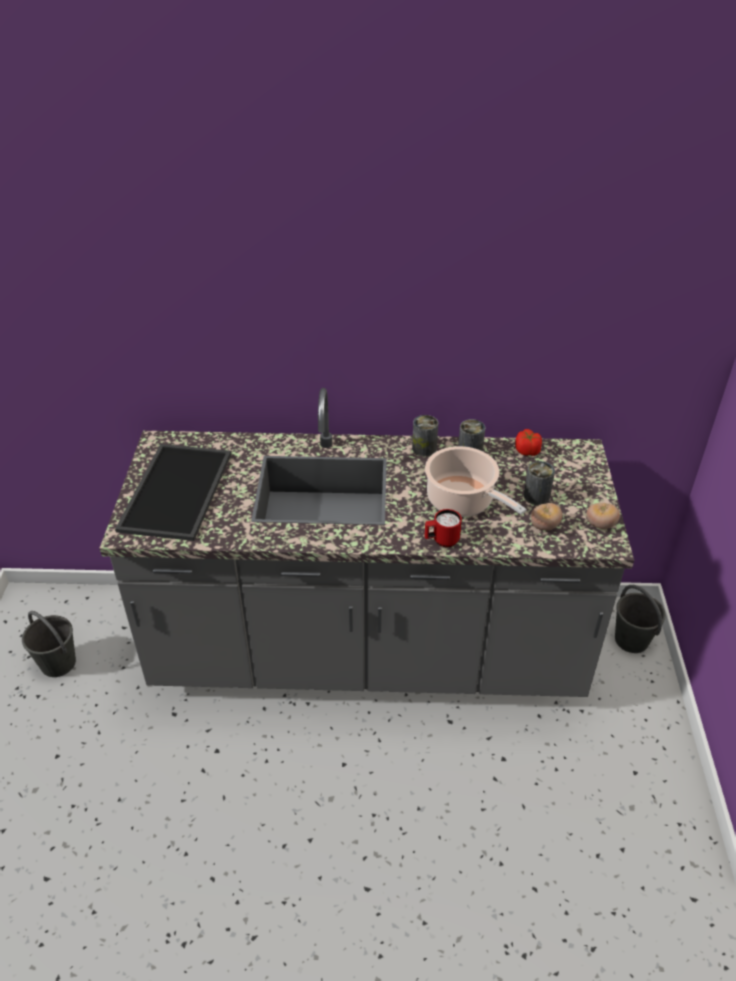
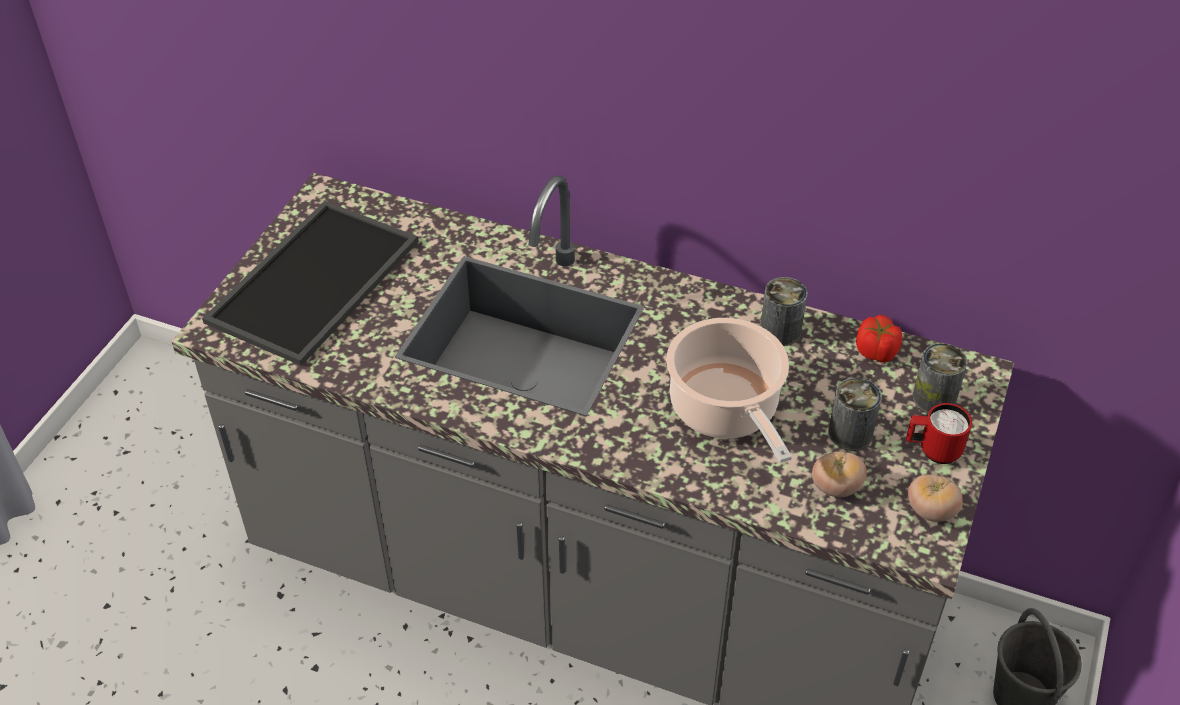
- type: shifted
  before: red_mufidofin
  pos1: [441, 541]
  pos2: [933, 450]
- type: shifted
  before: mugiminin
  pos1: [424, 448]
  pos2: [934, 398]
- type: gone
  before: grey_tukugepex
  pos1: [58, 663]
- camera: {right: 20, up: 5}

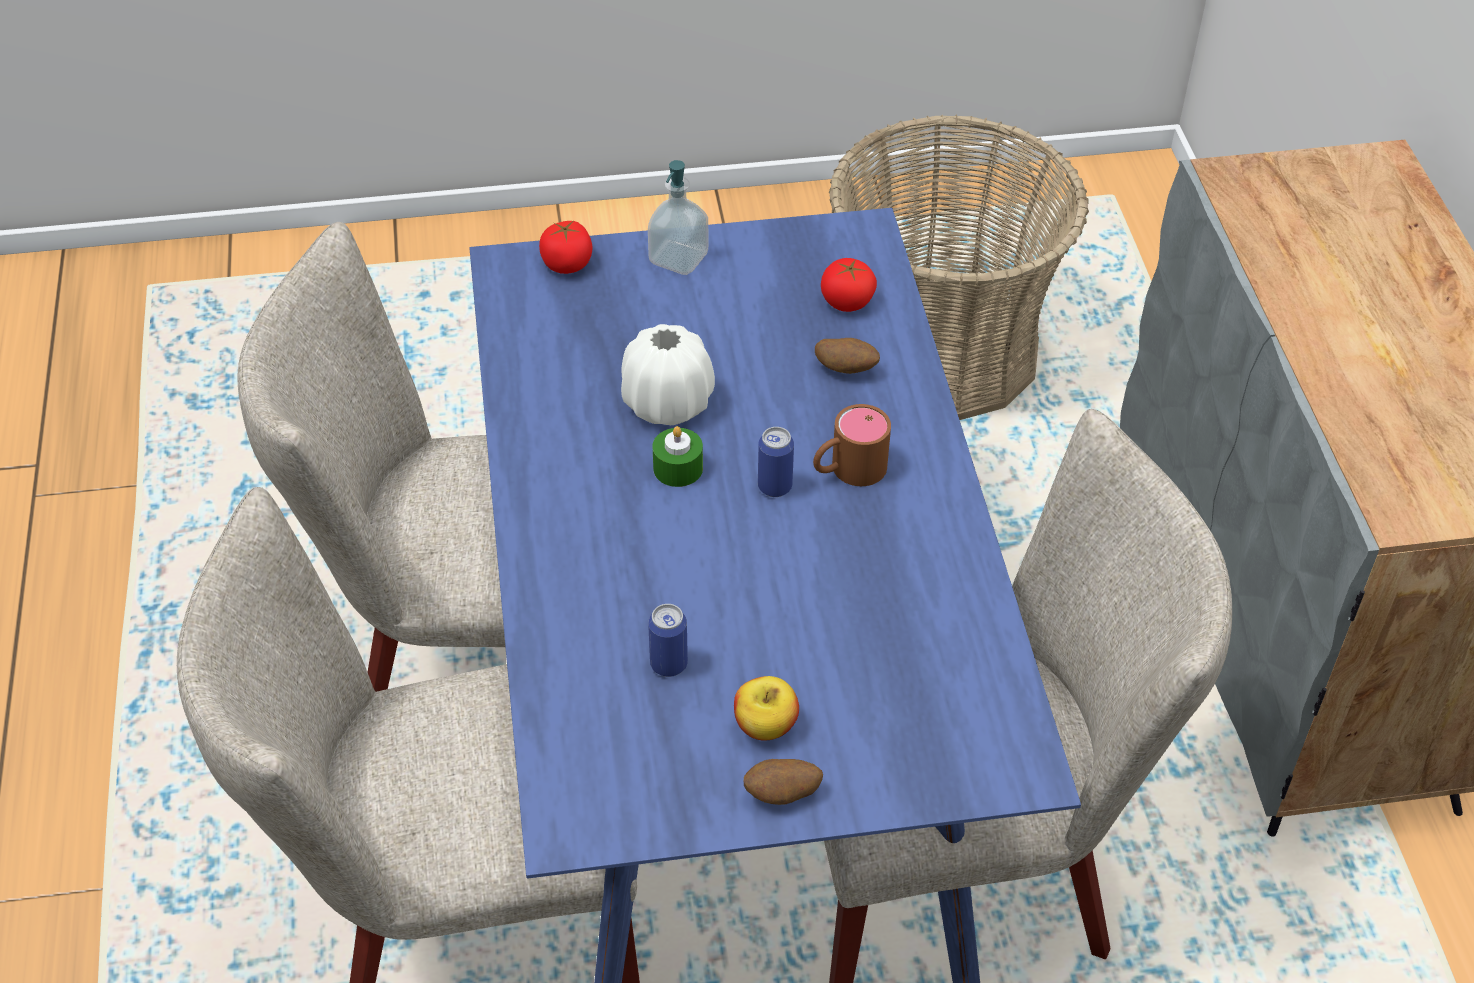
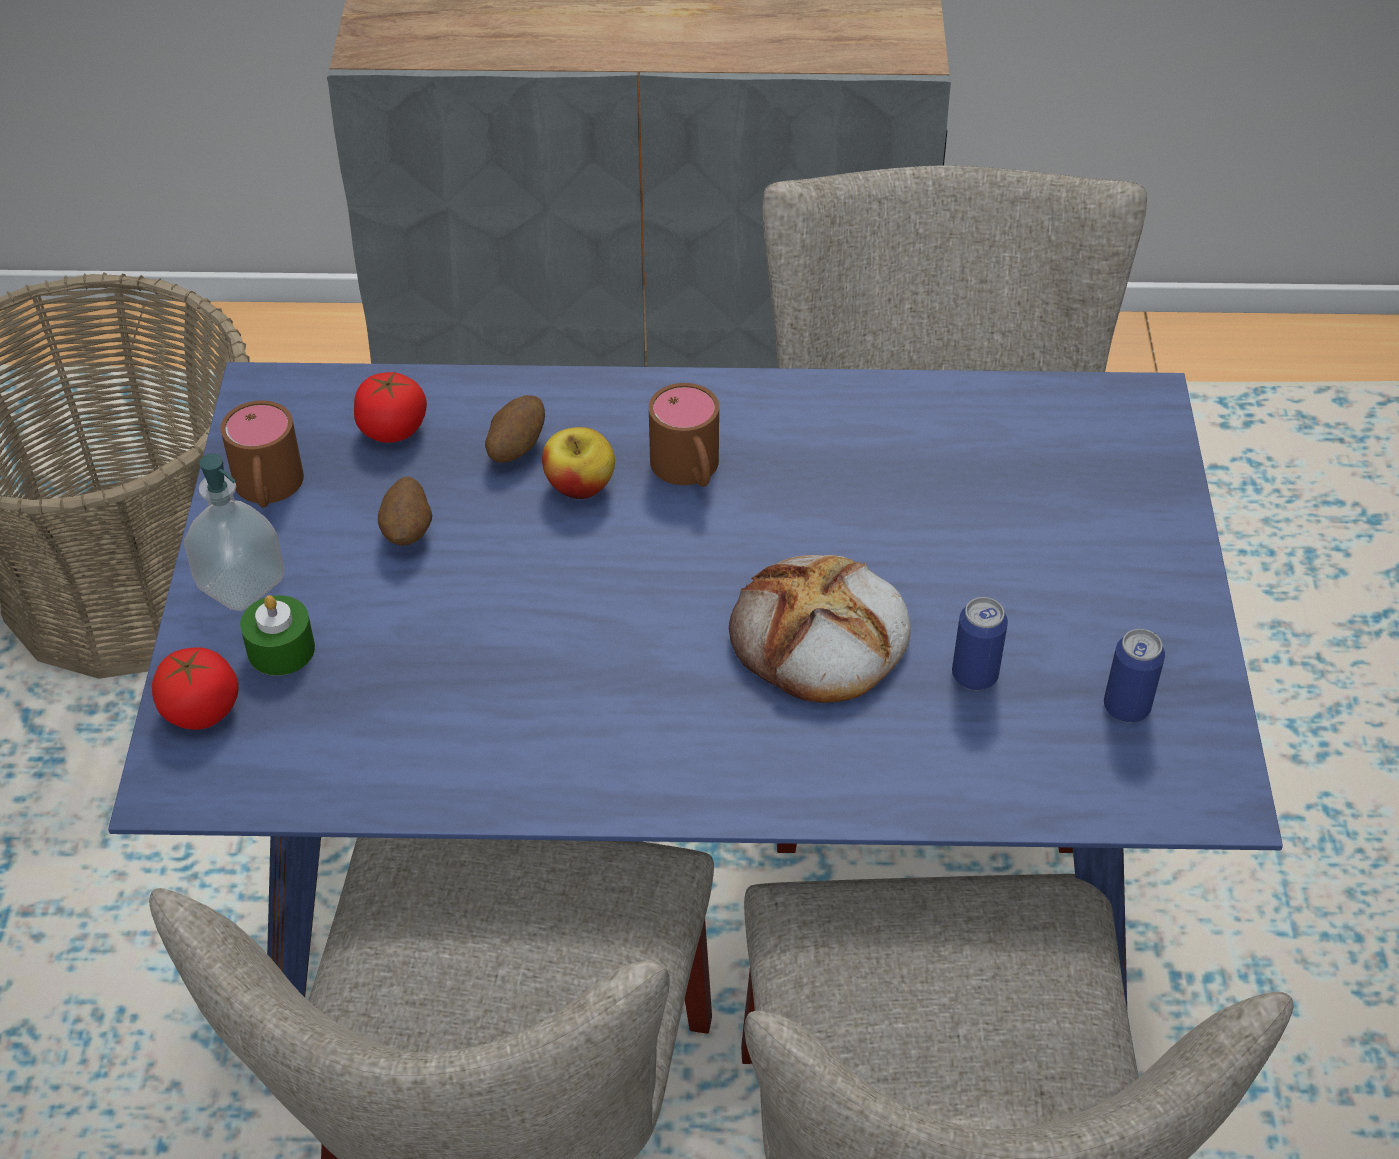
- type: new
  after: brown_mufidofin
  pos2: [268, 491]
- type: shifted
  before: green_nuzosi
  pos1: [678, 468]
  pos2: [281, 649]
- type: shifted
  before: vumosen
  pos1: [782, 795]
  pos2: [408, 532]
- type: shifted
  before: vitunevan
  pos1: [765, 725]
  pos2: [580, 485]
- type: new
  after: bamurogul
  pos2: [820, 638]
- type: shifted
  before: mugiminin
  pos1: [774, 486]
  pos2: [1126, 707]
- type: gone
  before: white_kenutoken
  pos1: [668, 403]
- camera: {right: -80, up: 0}

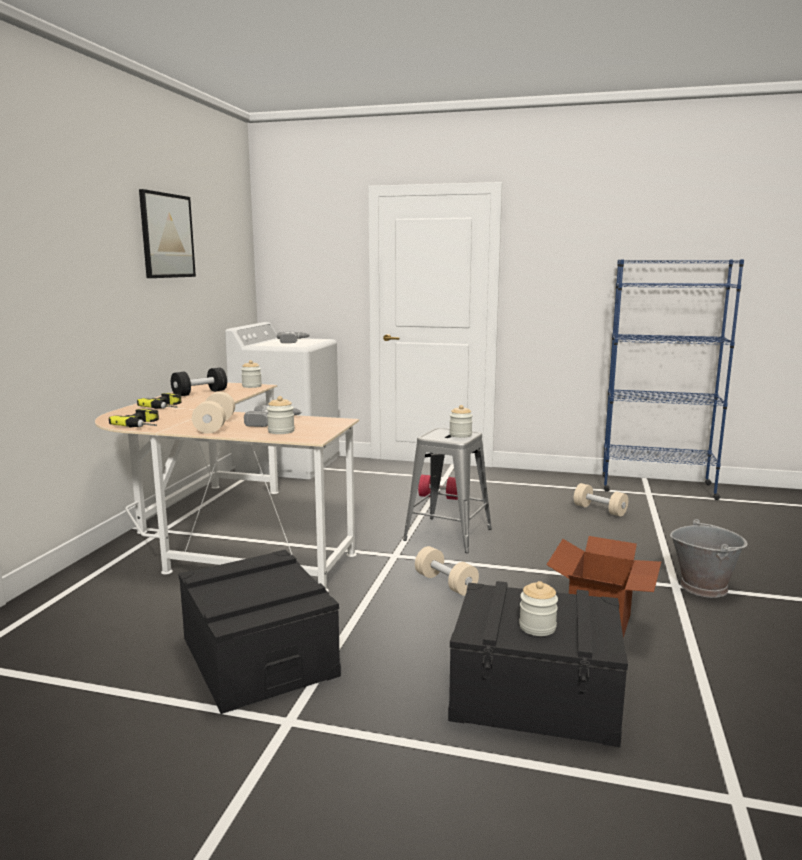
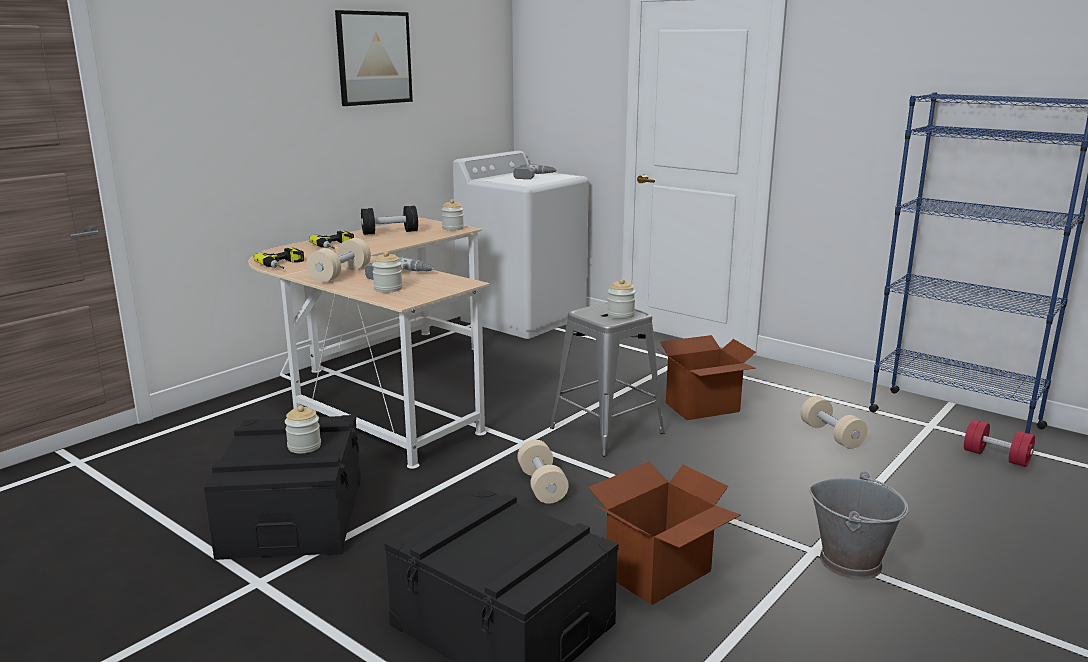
- type: shifted
  before: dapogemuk
  pos1: [537, 627]
  pos2: [304, 446]
- type: new
  after: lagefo
  pos2: [703, 408]
- type: shifted
  before: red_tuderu
  pos1: [439, 497]
  pos2: [996, 457]
- camera: {right: 25, up: 5}

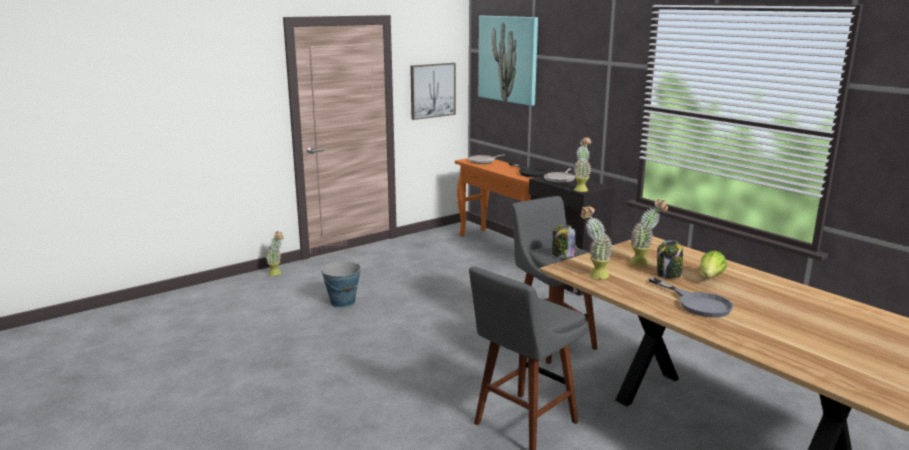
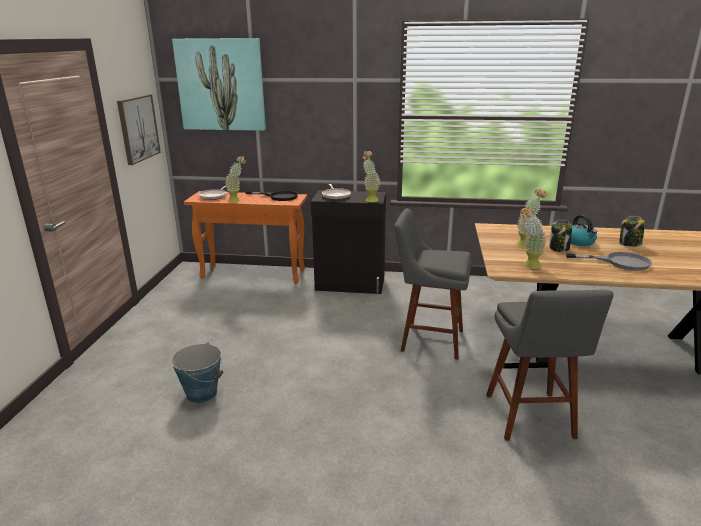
- type: shifted
  before: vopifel
  pos1: [277, 273]
  pos2: [237, 200]
- type: swapped
  before: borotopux
  after: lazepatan
  pos1: [710, 278]
  pos2: [580, 242]
- type: shifted
  before: dapogemuk
  pos1: [562, 255]
  pos2: [629, 244]
- camera: {right: -45, up: 5}

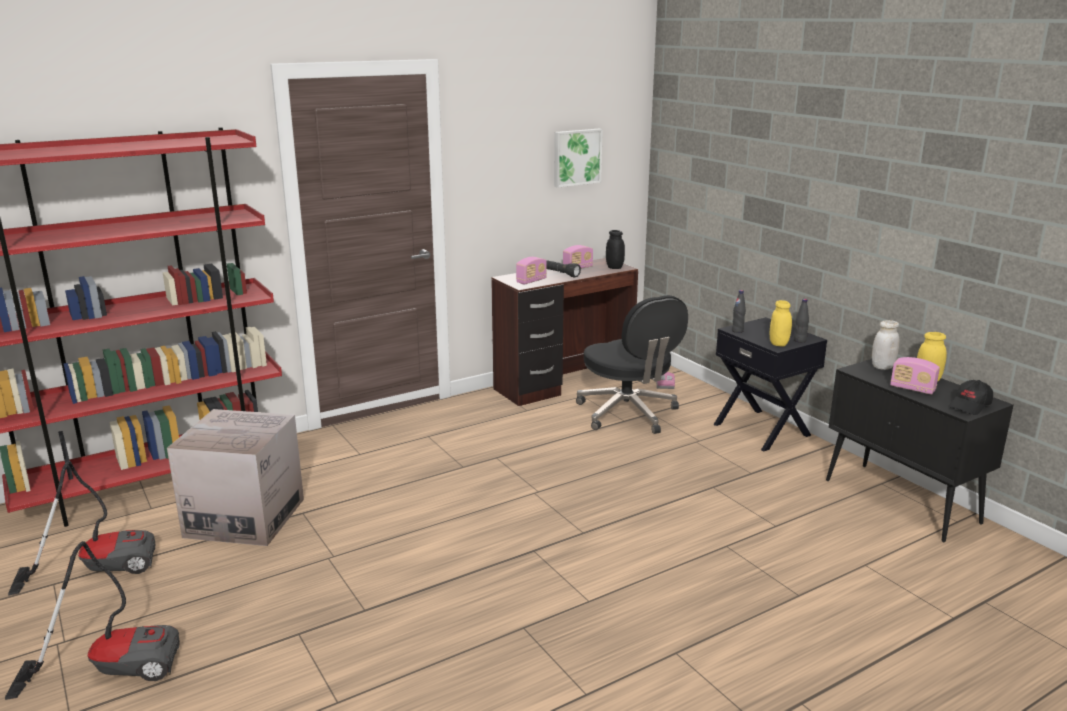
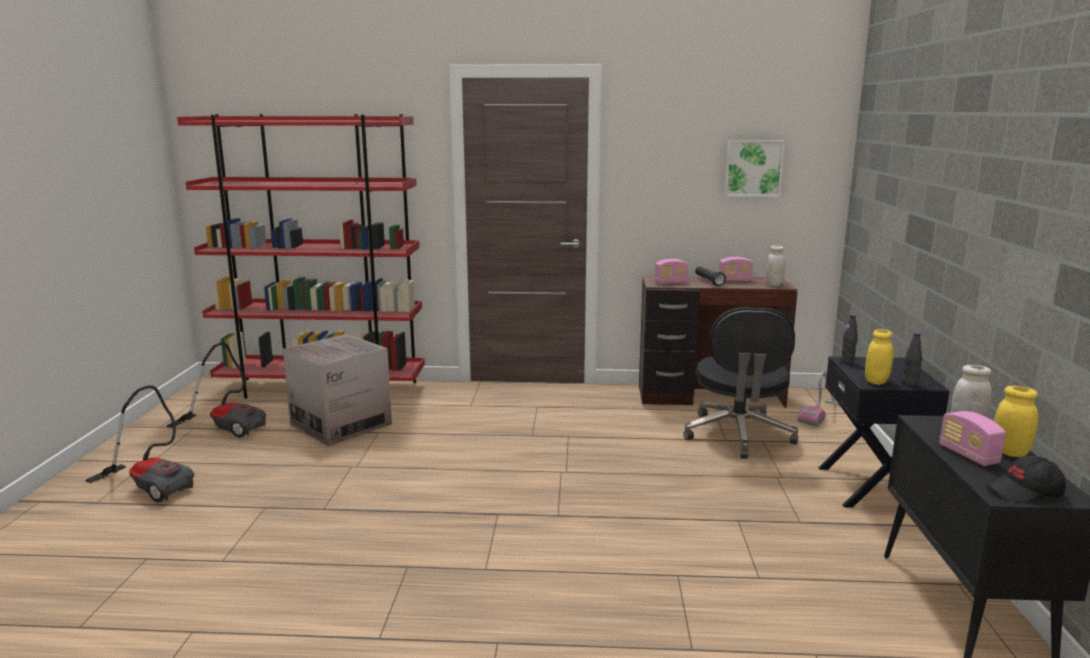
- type: repainted
  before: black_dapogemuk
  after: white_dapogemuk
  pos1: [614, 267]
  pos2: [774, 284]
- camera: {right: 35, up: -5}

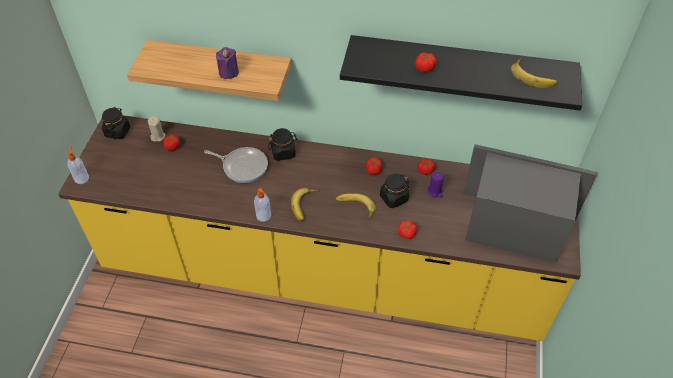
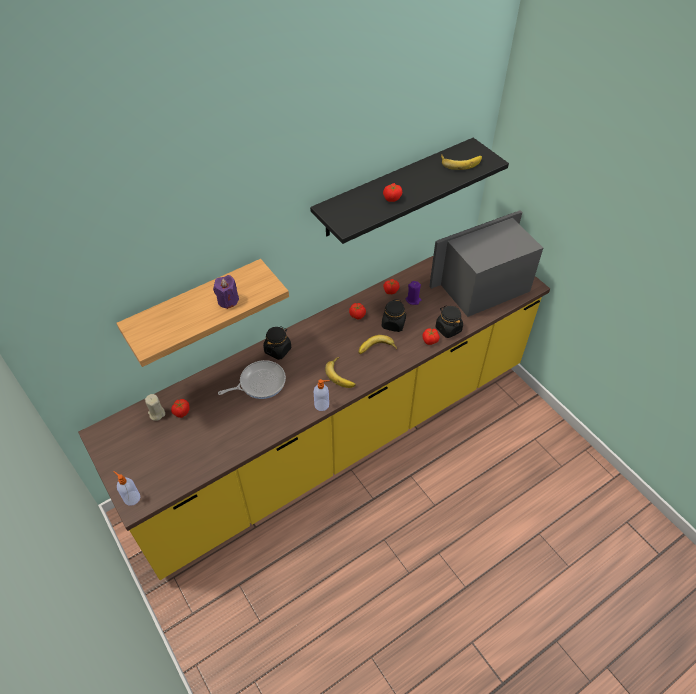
- type: shifted
  before: black_dapogemuk
  pos1: [117, 131]
  pos2: [448, 329]
- camera: {right: -45, up: 0}

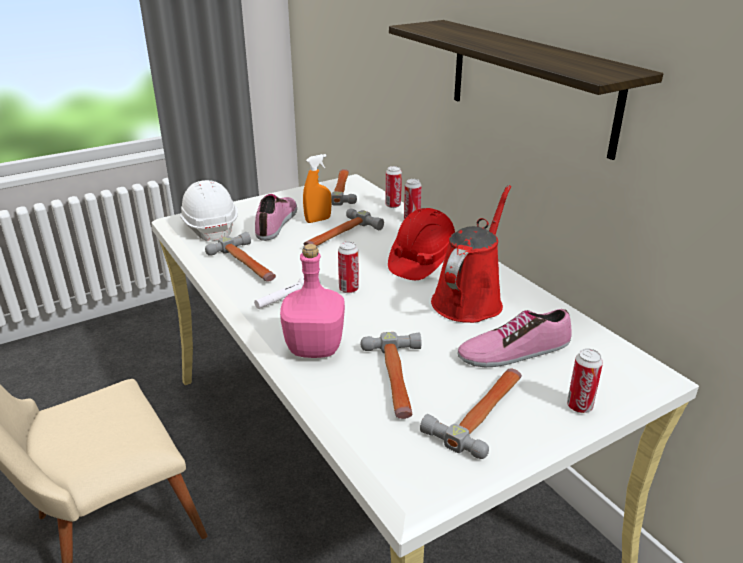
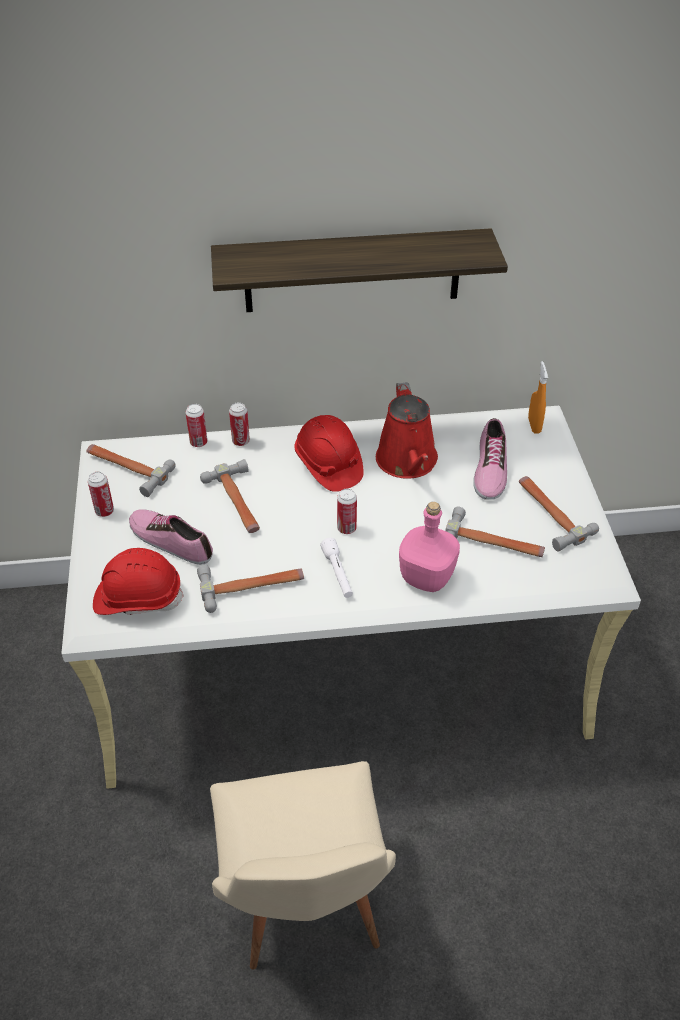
- type: shifted
  before: mugiminin
  pos1: [579, 406]
  pos2: [104, 511]
- type: repainted
  before: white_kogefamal
  after: red_kogefamal
  pos1: [210, 227]
  pos2: [138, 598]
- type: rotated
  before: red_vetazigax
  pos1: [469, 299]
  pos2: [408, 462]
  turn: -150
- type: shifted
  before: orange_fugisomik
  pos1: [318, 220]
  pos2: [534, 425]
- camera: {right: -65, up: 15}

